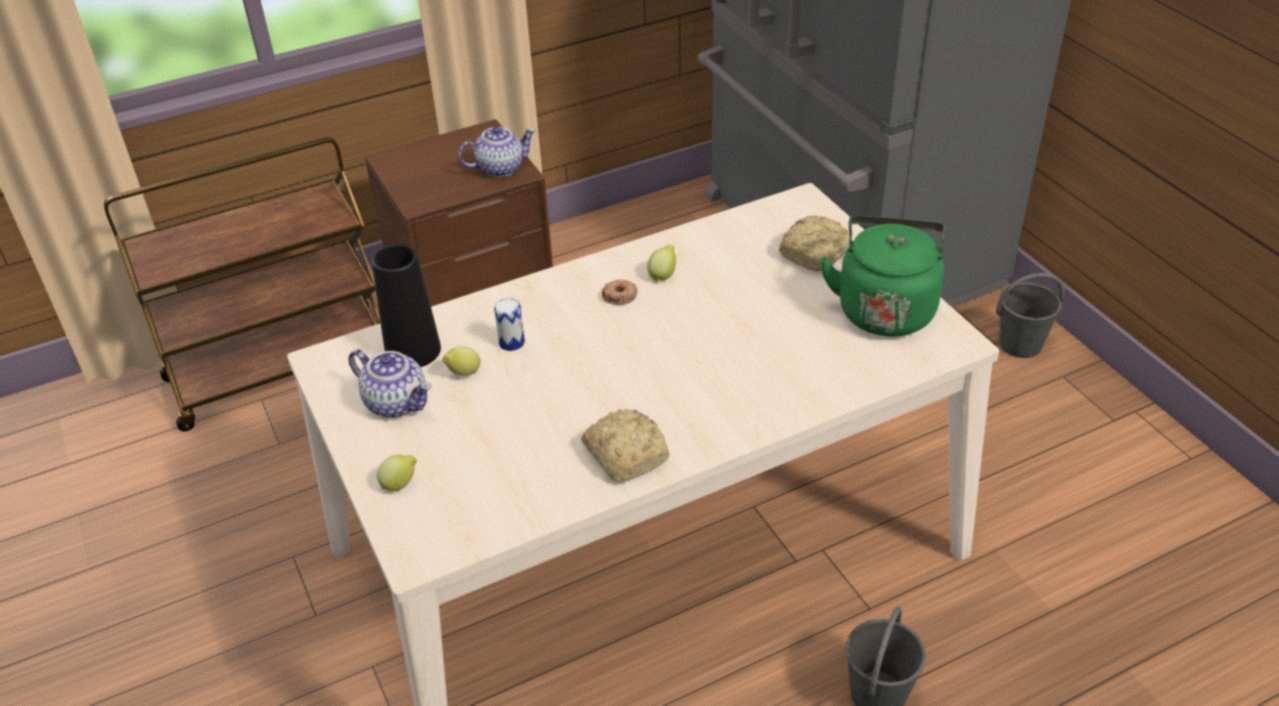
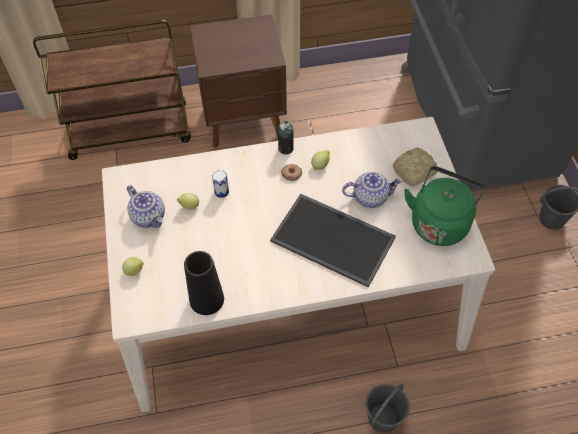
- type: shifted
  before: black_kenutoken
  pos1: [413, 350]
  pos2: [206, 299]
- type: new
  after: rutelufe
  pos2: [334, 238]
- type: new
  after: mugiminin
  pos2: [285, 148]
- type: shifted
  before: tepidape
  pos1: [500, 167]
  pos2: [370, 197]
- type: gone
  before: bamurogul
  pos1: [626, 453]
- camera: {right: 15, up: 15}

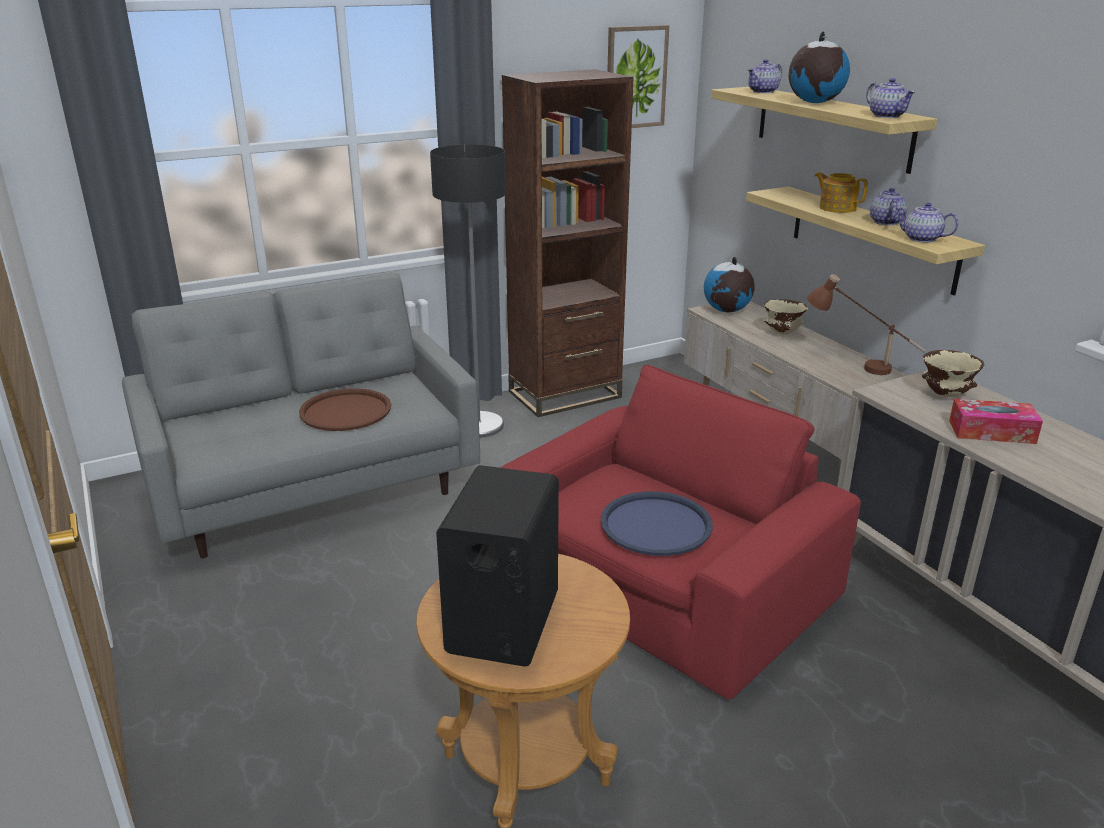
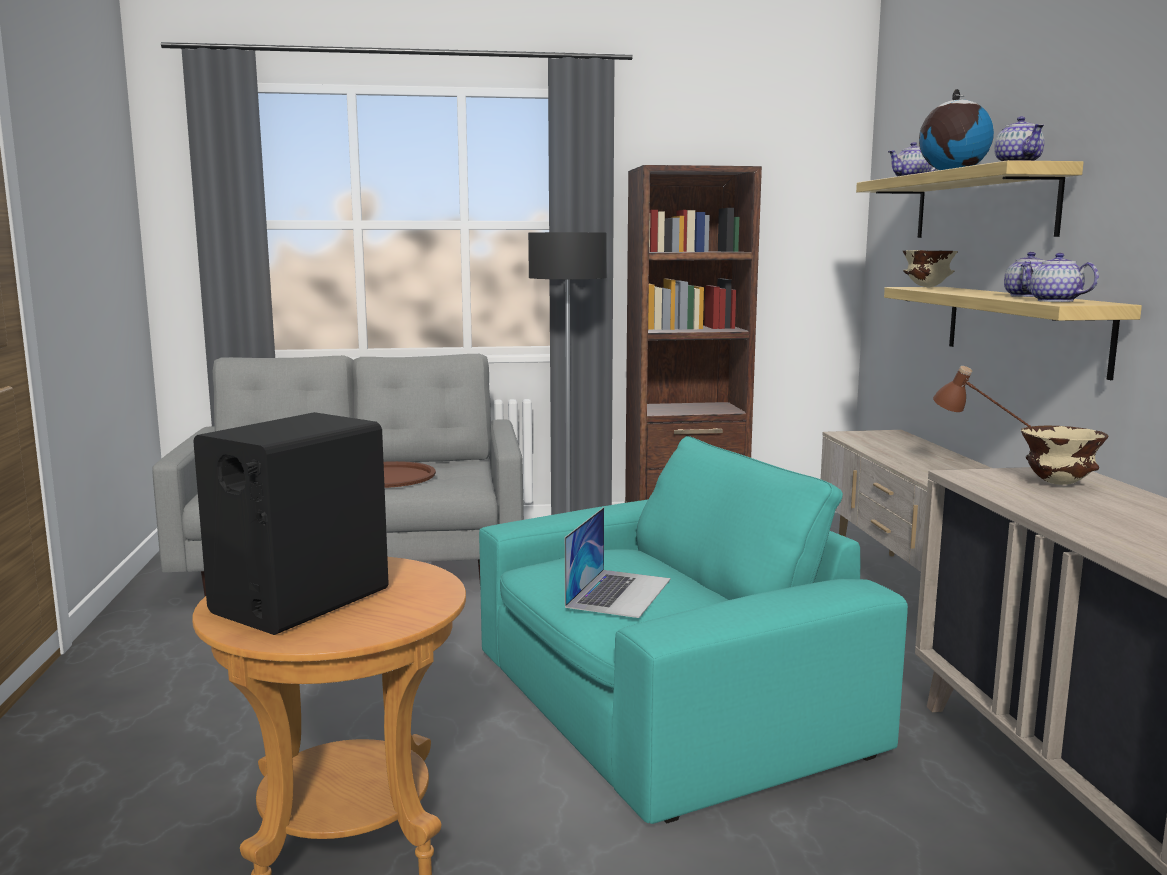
- type: repainted
  before: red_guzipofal
  after: turquoise_guzipofal
  pos1: [664, 584]
  pos2: [663, 702]
- type: swapped
  before: blue_rutelufe
  after: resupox
  pos1: [655, 525]
  pos2: [619, 592]
- type: shifted
  before: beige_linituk
  pos1: [782, 333]
  pos2: [927, 287]
- type: gone
  before: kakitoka
  pos1: [635, 77]
- type: gone
  before: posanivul
  pos1: [726, 311]
- type: gone
  before: tepidape
  pos1: [837, 208]
- type: gone
  before: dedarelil
  pos1: [991, 432]
- camera: {right: 20, up: -15}

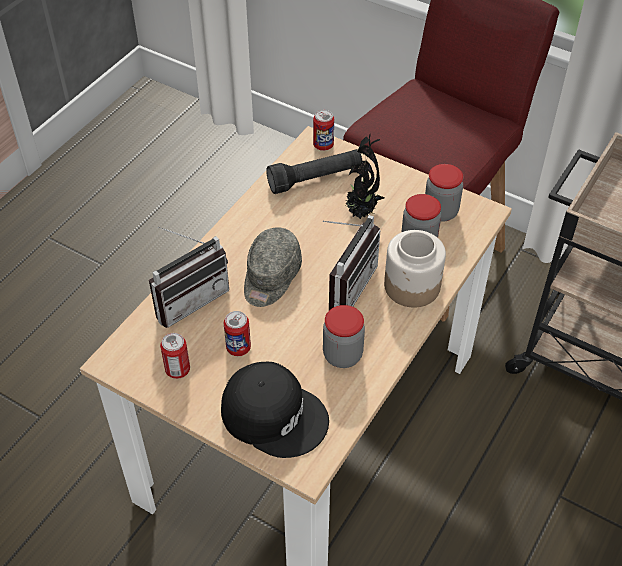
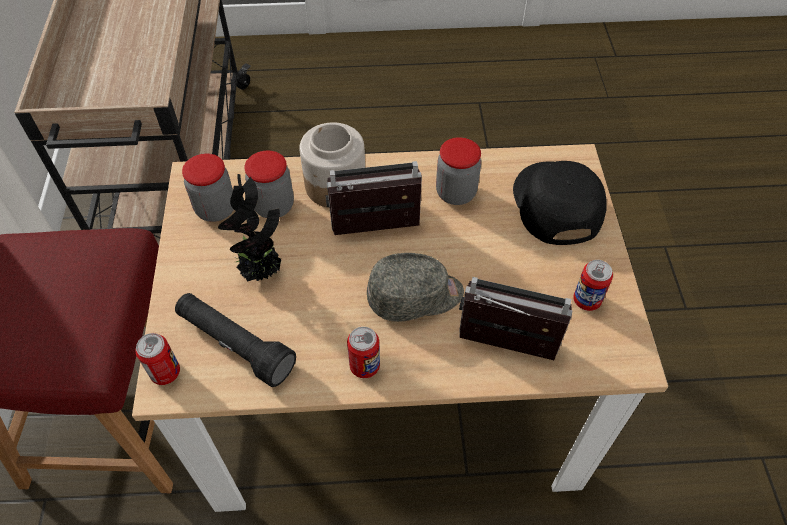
- type: shifted
  before: mugiminin
  pos1: [238, 348]
  pos2: [364, 366]
- camera: {right: -125, up: 5}

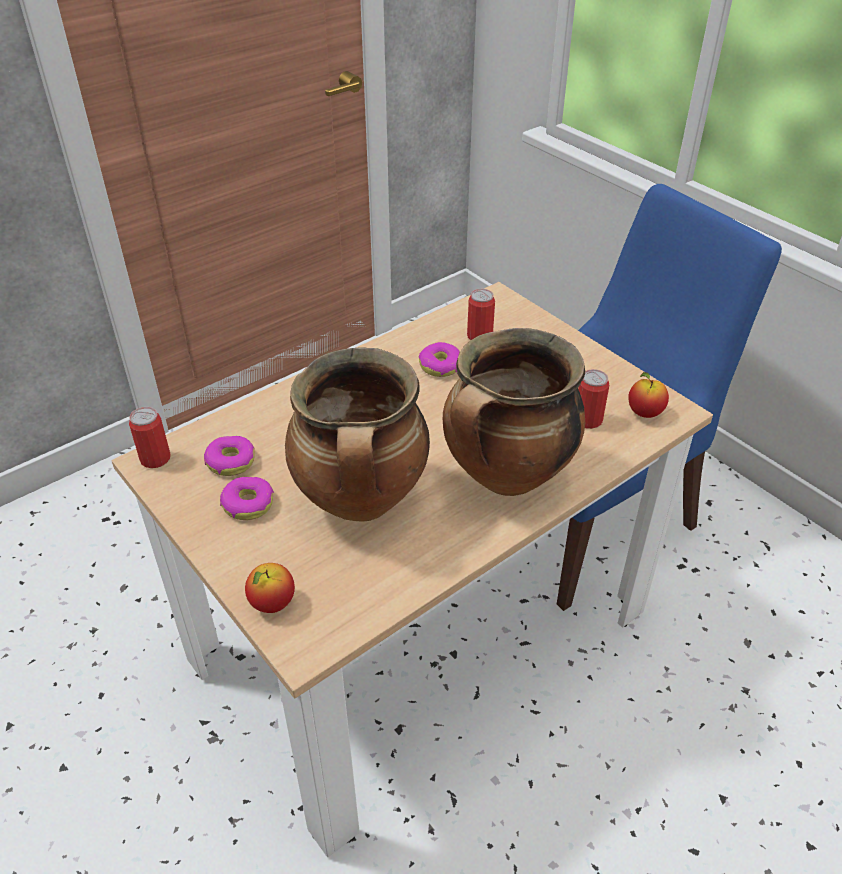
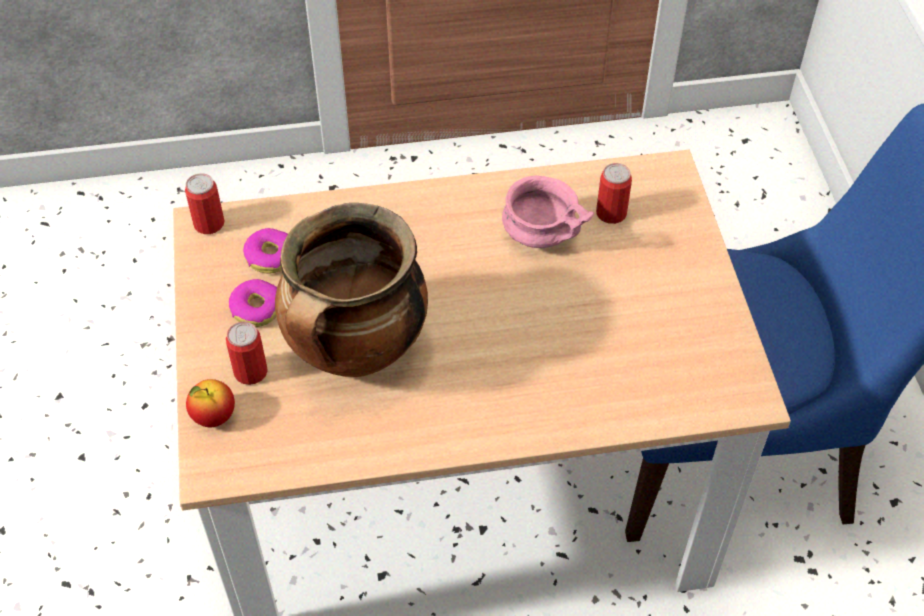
- type: shifted
  before: mugiminin
  pos1: [587, 420]
  pos2: [250, 371]
- type: swapped
  before: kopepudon
  after: pink_linituk
  pos1: [440, 366]
  pos2: [541, 233]
- type: gone
  before: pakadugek
  pos1: [507, 477]
- type: gone
  before: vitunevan
  pos1: [644, 413]
- camera: {right: 30, up: 10}

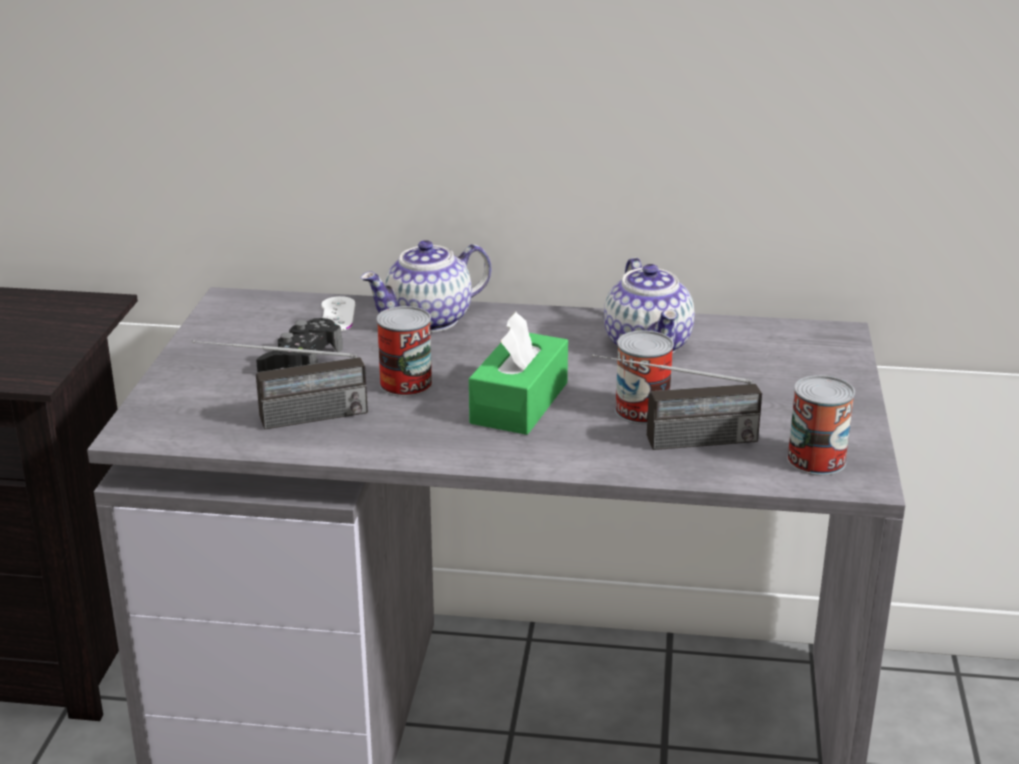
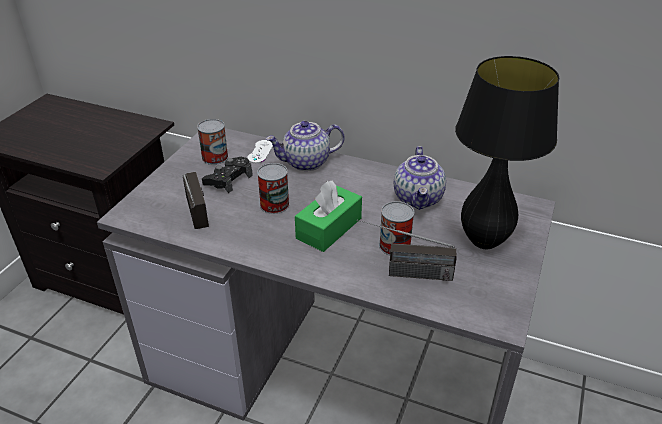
- type: rotated
  before: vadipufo
  pos1: [286, 421]
  pos2: [201, 220]
  turn: -105
- type: shifted
  before: mugiminin
  pos1: [816, 460]
  pos2: [215, 157]
- type: new
  after: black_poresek
  pos2: [484, 241]
- camera: {right: 15, up: 10}

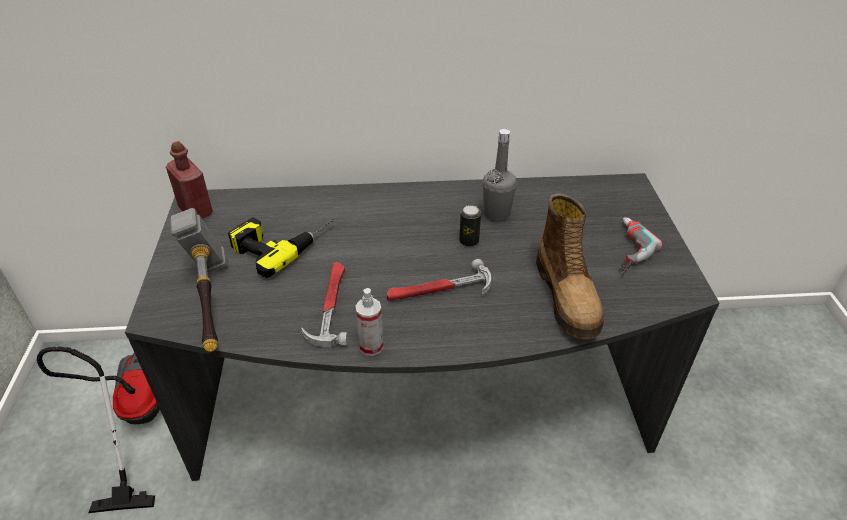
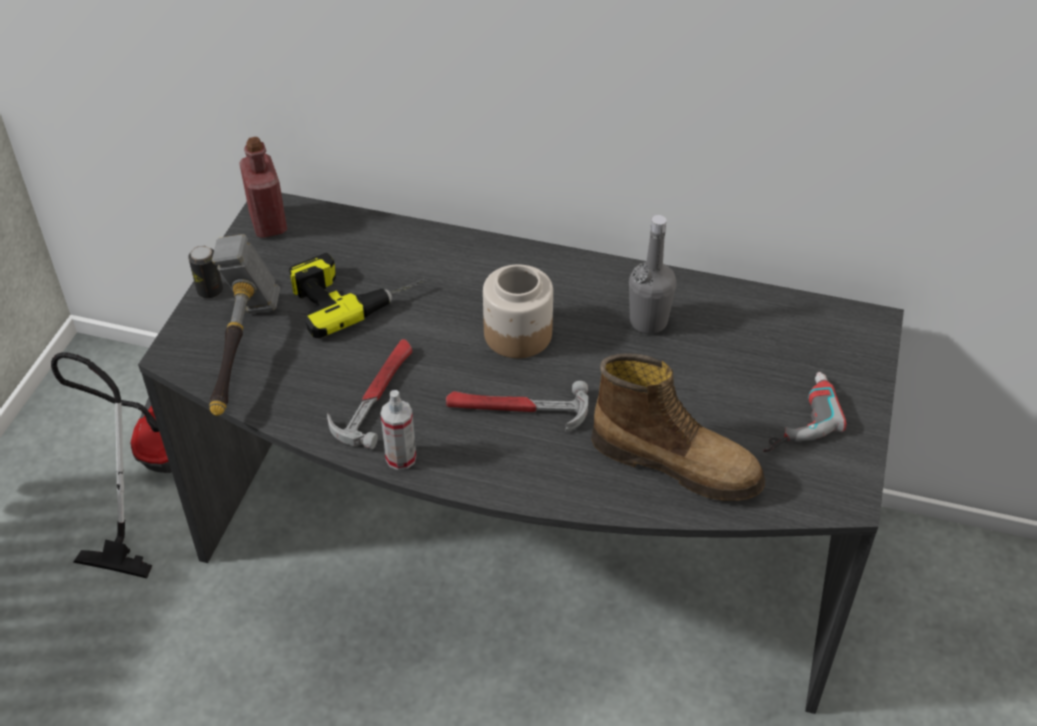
- type: shifted
  before: mugiminin
  pos1: [469, 241]
  pos2: [210, 291]
- type: new
  after: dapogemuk
  pos2: [517, 334]
- type: rotated
  before: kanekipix
  pos1: [568, 296]
  pos2: [676, 462]
  turn: -75
- camera: {right: 20, up: 5}

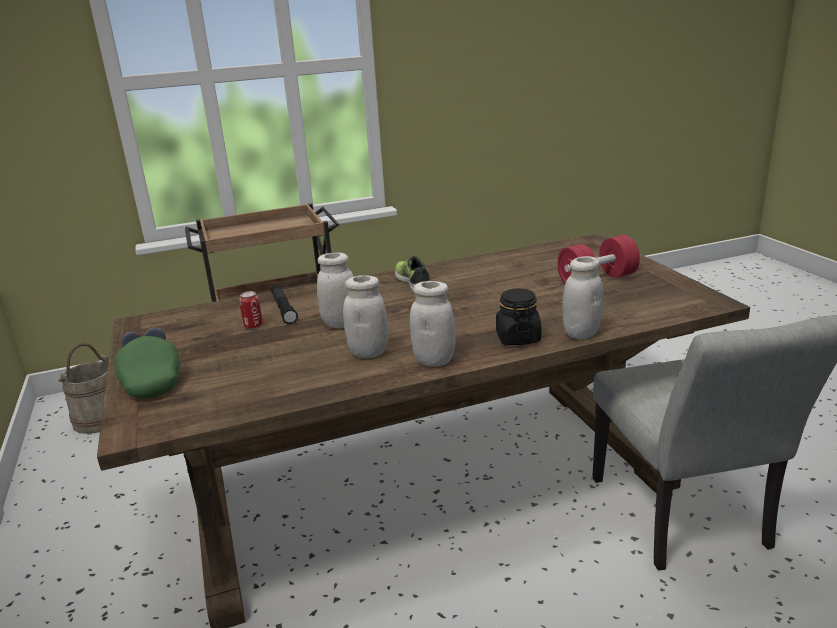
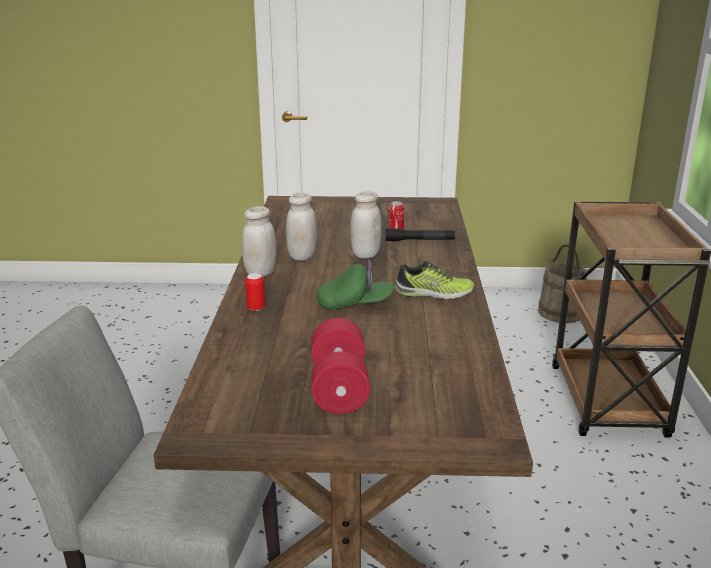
- type: swapped
  before: black_dapogemuk
  after: mugiminin
  pos1: [517, 338]
  pos2: [256, 308]
- type: shifted
  before: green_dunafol
  pos1: [152, 381]
  pos2: [354, 304]
- type: gone
  before: white_dapogemuk
  pos1: [581, 333]
- camera: {right: 110, up: 0}

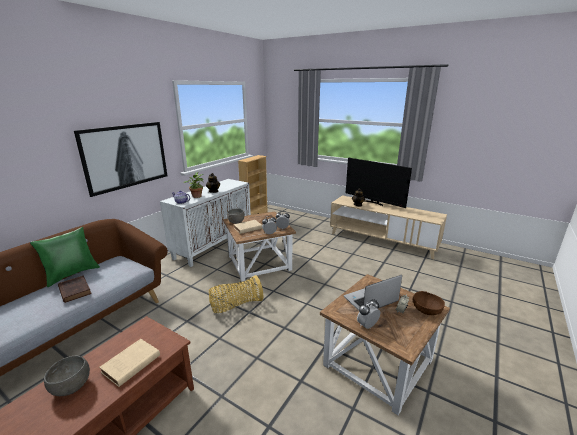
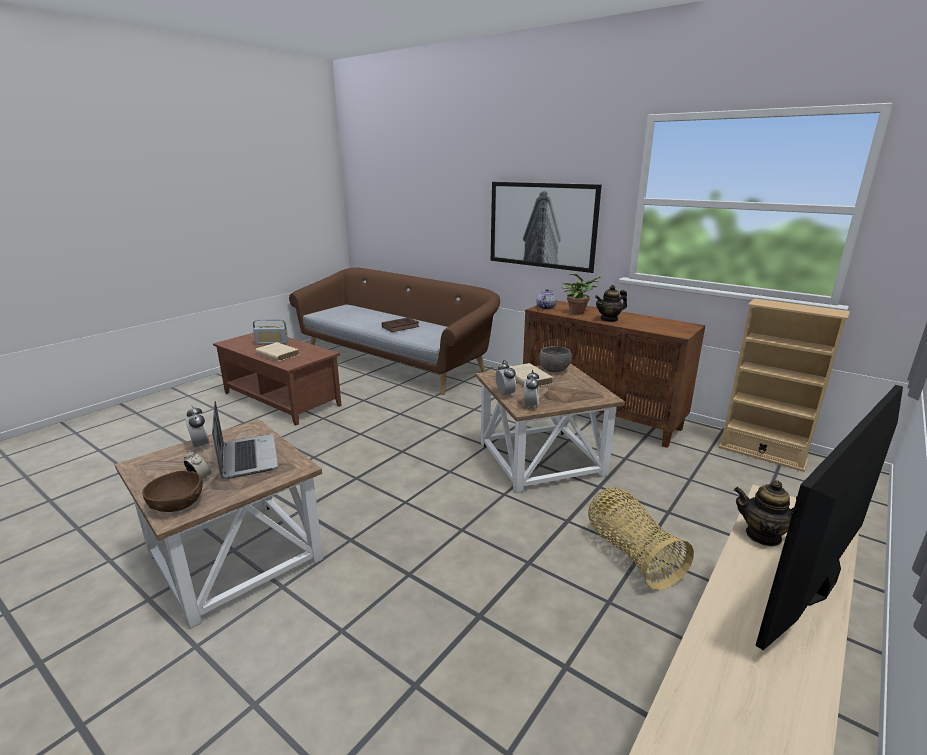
- type: swapped
  before: grey_linituk
  after: vadipufo
  pos1: [71, 387]
  pos2: [272, 343]
- type: repainted
  before: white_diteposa
  after: brown_diteposa
  pos1: [213, 245]
  pos2: [601, 416]
- type: shifted
  before: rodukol
  pos1: [235, 305]
  pos2: [631, 554]
- type: gone
  before: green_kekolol
  pos1: [72, 274]
- camera: {right: 95, up: 0}

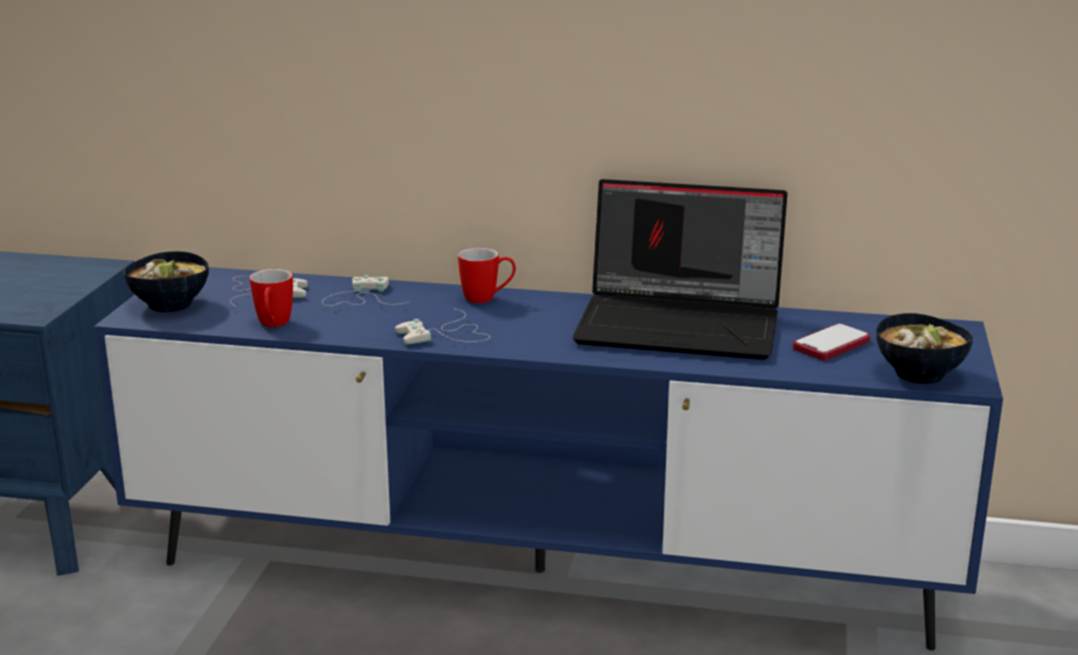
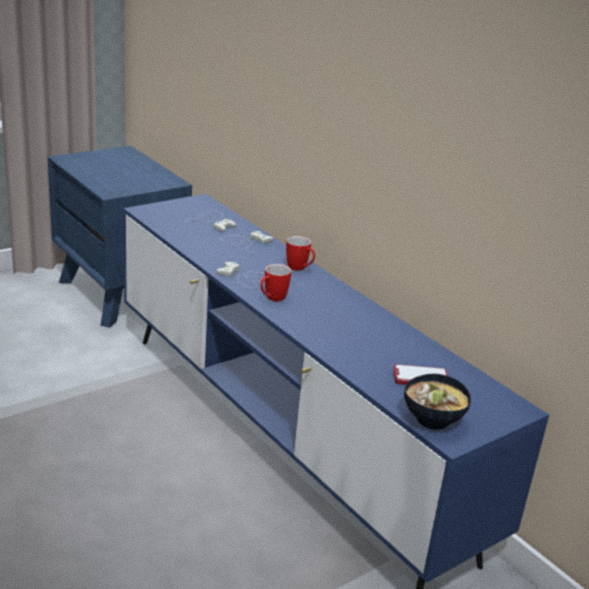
- type: shifted
  before: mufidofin
  pos1: [273, 325]
  pos2: [272, 299]
- type: gone
  before: linituk
  pos1: [168, 305]
- type: gone
  before: resupox
  pos1: [682, 324]
- camera: {right: 40, up: 5}

